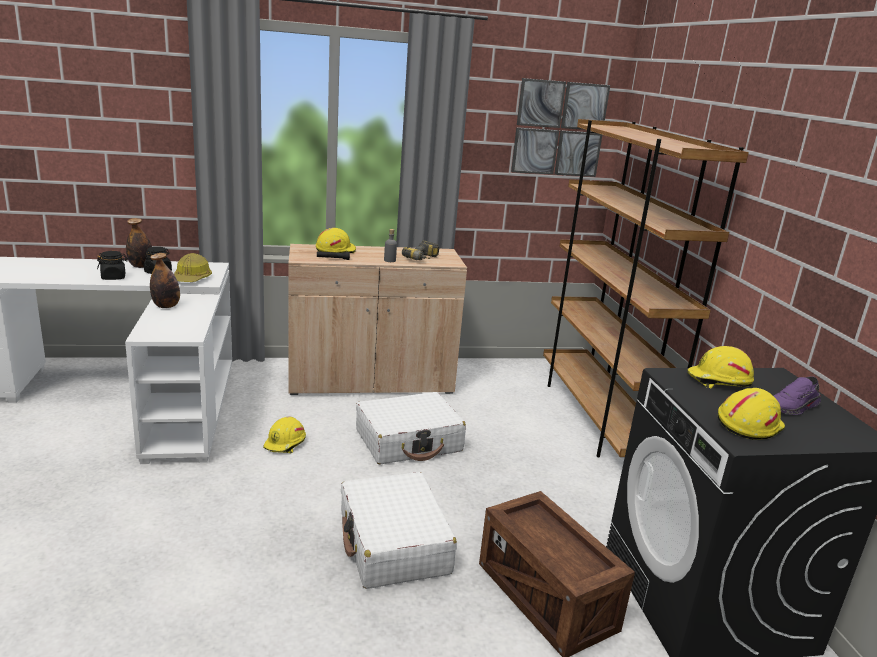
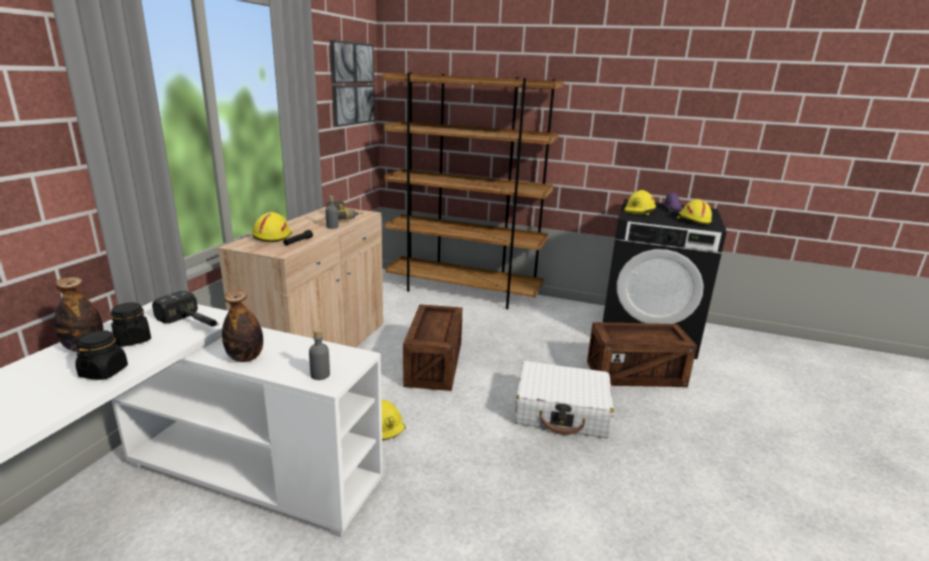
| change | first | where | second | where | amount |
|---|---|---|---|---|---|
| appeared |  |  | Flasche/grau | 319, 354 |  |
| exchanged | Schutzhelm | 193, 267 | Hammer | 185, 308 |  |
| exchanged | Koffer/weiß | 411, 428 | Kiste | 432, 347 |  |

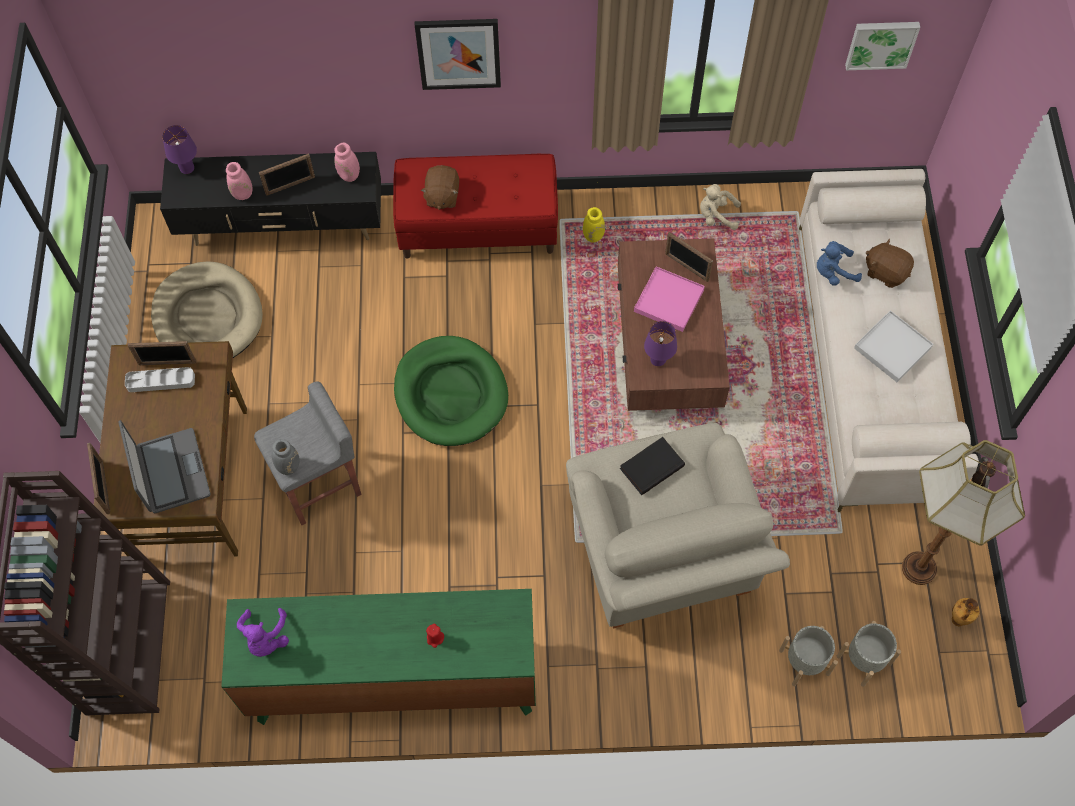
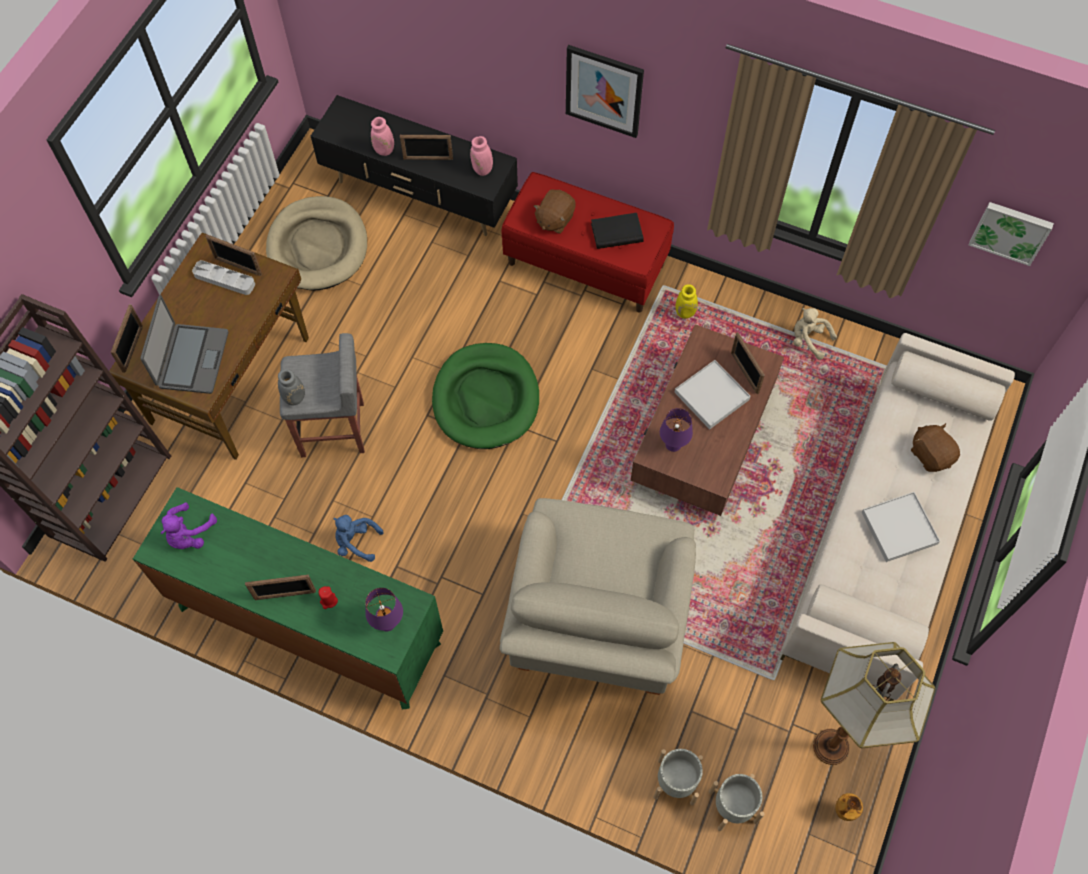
| change | first | where | second | where | amount |
|---|---|---|---|---|---|
| appeared |  |  | Bilderrahmen | 280, 587 |  |
| relocated | Tischlampe/lila | 179, 149 |  | 384, 609 |  |
| relocated | Buch/schwarz | 652, 466 |  | 617, 231 |  |
| relocated | Plüschtier/blau | 839, 263 |  | 358, 538 |  |
| colour | Tablett/rosa | 669, 299 | Tablett/weiß | 712, 394 |  |

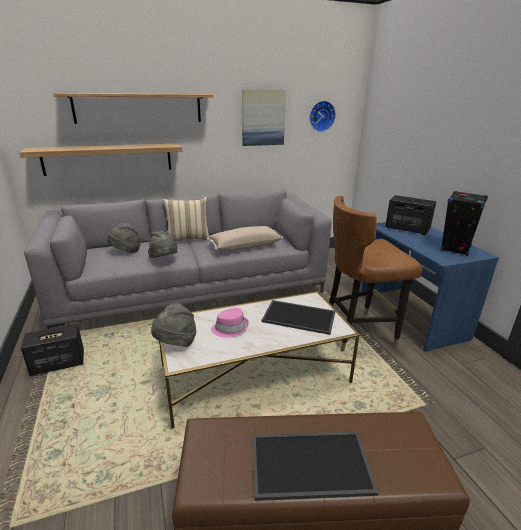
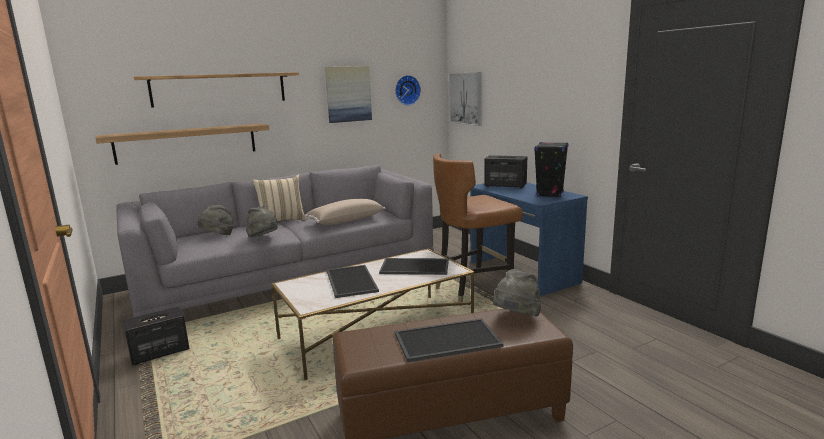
| change | first | where | second | where | amount |
|---|---|---|---|---|---|
| appeared |  |  | Bild | 465, 99 |  |
| relocated | Hut/grau | 174, 325 |  | 517, 293 |  |
| exchanged | Hut/rosa | 230, 323 | Tablett | 353, 281 |  |

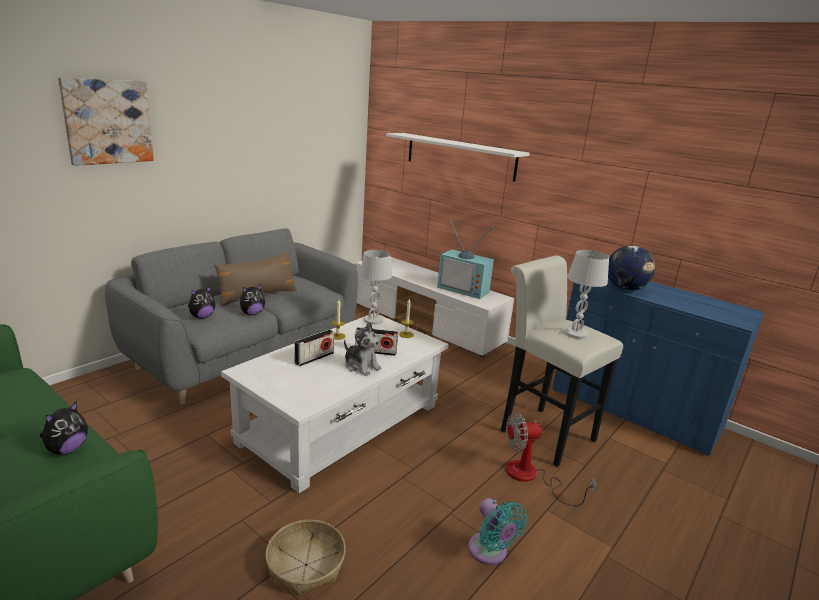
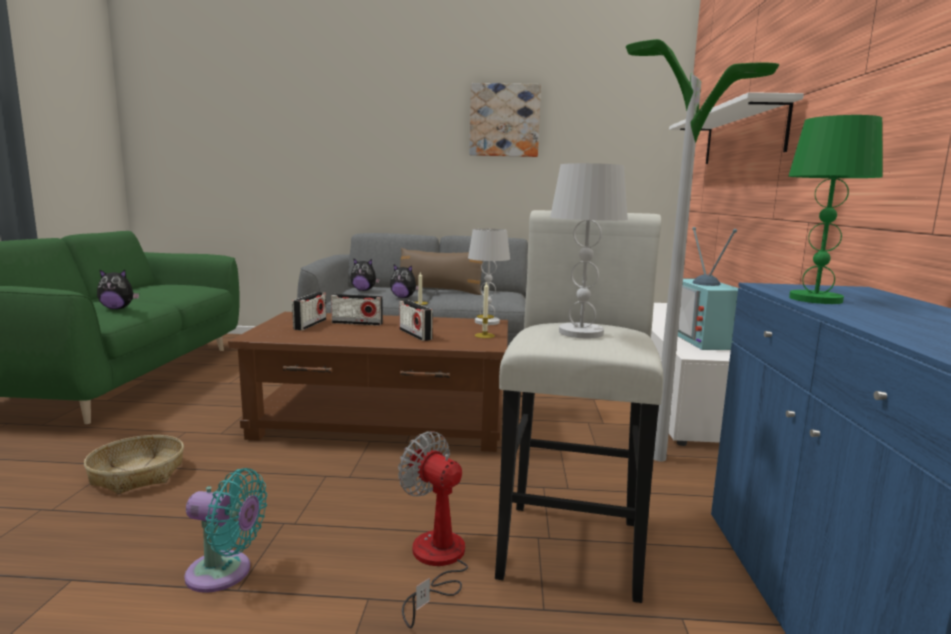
| change | first | where | second | where | amount |
|---|---|---|---|---|---|
| missing | Plüschtier | 363, 349 |  |  |  |
| appeared |  |  | Radio | 309, 311 |  |
| appeared |  |  | Stehlampe | 702, 250 |  |
| relocated | Bild | 106, 121 |  | 505, 120 |  |
| exchanged | Globus | 631, 268 | Tischlampe/grün | 835, 209 |  |
| colour | Couchtisch/weiß | 335, 403 | Couchtisch/braun | 368, 382 |  |
| spun | Ventilator/türkis | 498, 531 |  | 225, 530 | 105 degrees counterclockwise |

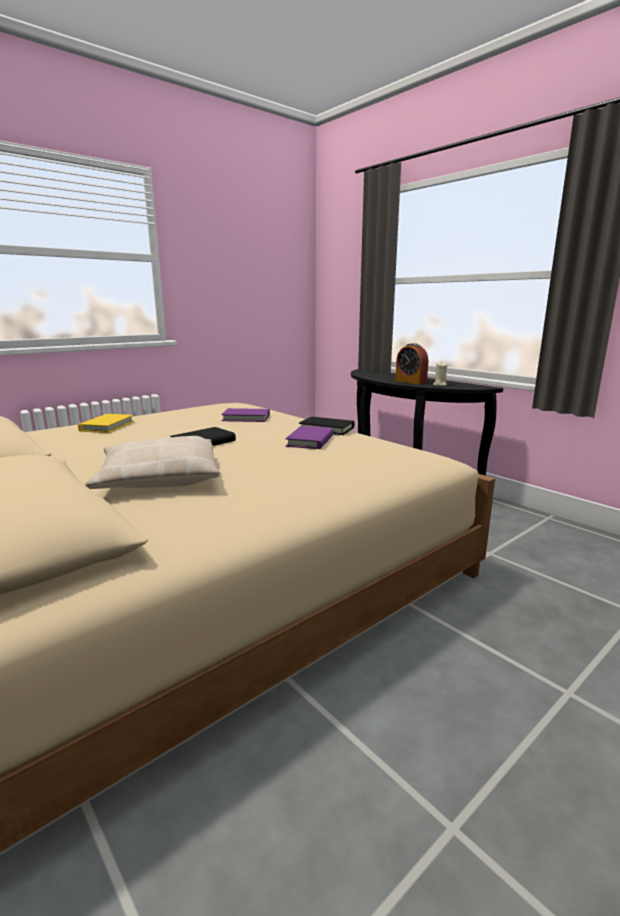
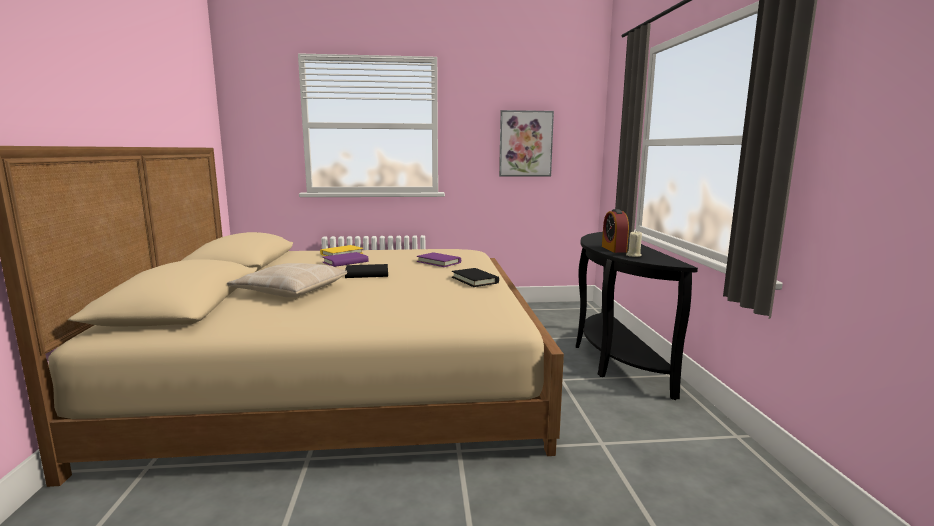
| change | first | where | second | where | amount |
|---|---|---|---|---|---|
| appeared |  |  | Bild | 526, 143 |  |
| relocated | Buch/lila | 310, 437 |  | 345, 259 |  |

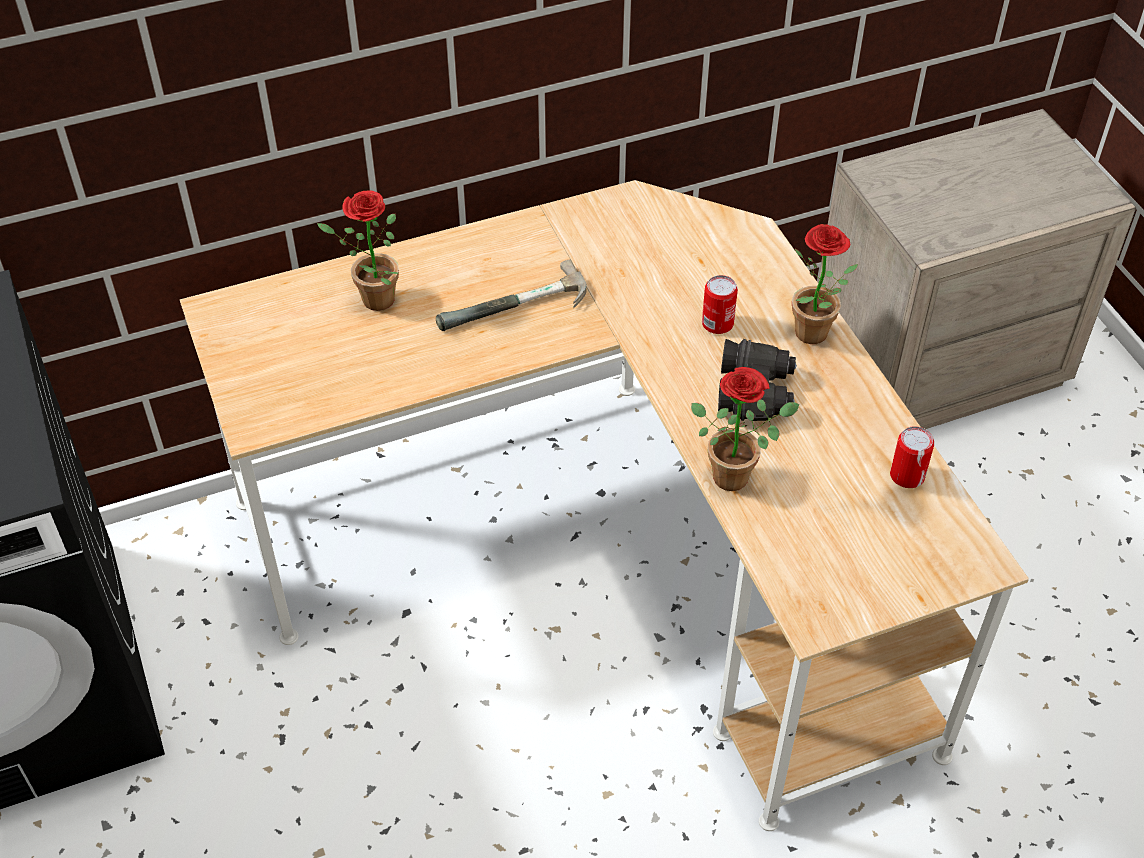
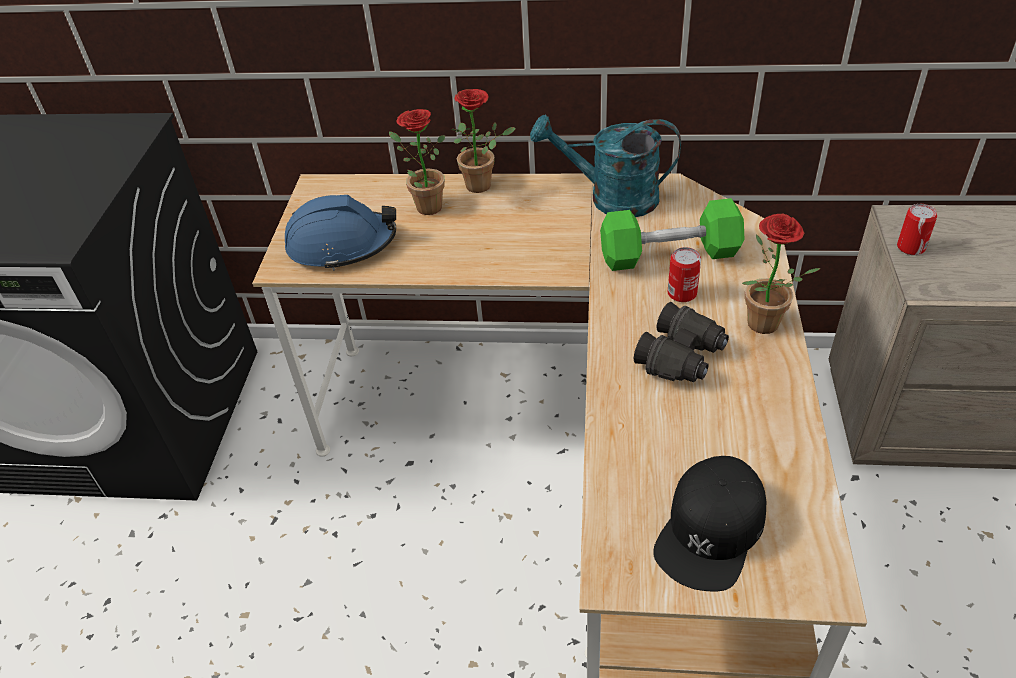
| change | first | where | second | where | amount |
|---|---|---|---|---|---|
| missing | Hammer | 511, 295 |  |  |  |
| appeared |  |  | Schutzhelm/blau | 340, 233 |  |
| appeared |  |  | Gießkanne/türkis | 605, 165 |  |
| appeared |  |  | Hantel/grün | 672, 234 |  |
| appeared |  |  | Kappe/schwarz | 709, 523 |  |
| relocated | Topfpflanze | 745, 429 |  | 483, 141 |  |
| relocated | Dose | 912, 457 |  | 917, 229 |  |

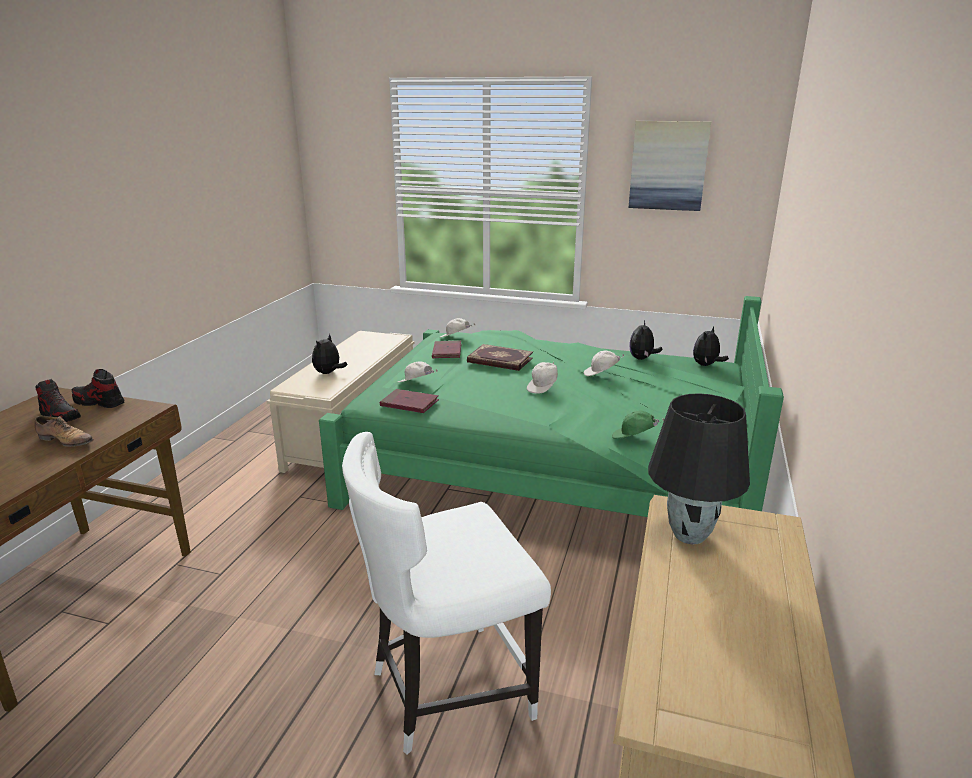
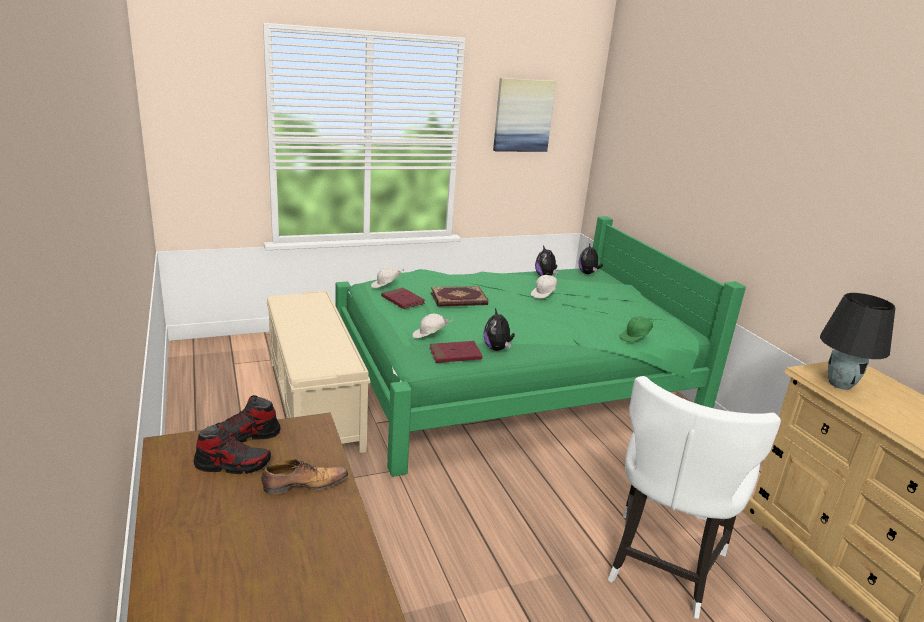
| change | first | where | second | where | amount |
|---|---|---|---|---|---|
| missing | Kappe/weiß | 542, 377 |  |  |  |
| relocated | Plüschtier | 329, 354 |  | 499, 329 |  |

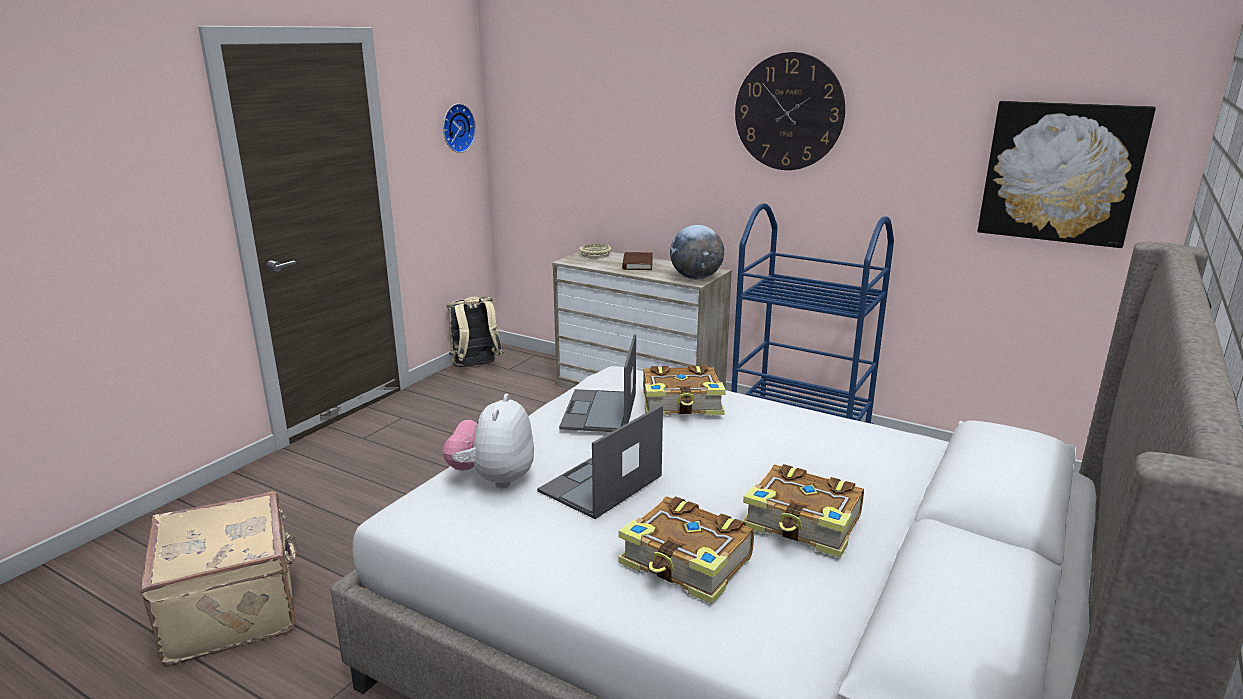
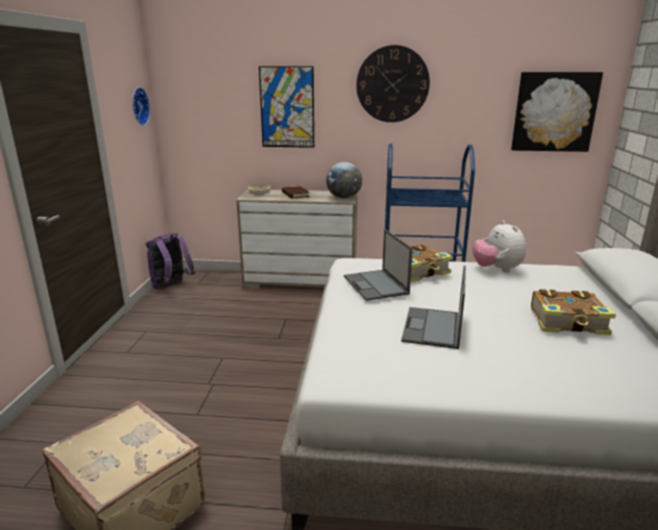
| change | first | where | second | where | amount |
|---|---|---|---|---|---|
| missing | Buch | 686, 550 |  |  |  |
| appeared |  |  | Bild | 286, 107 |  |
| relocated | Plüschtier | 488, 441 |  | 499, 246 |  |
| colour | Rucksack/beige | 475, 332 | Rucksack/lila | 171, 261 |  |

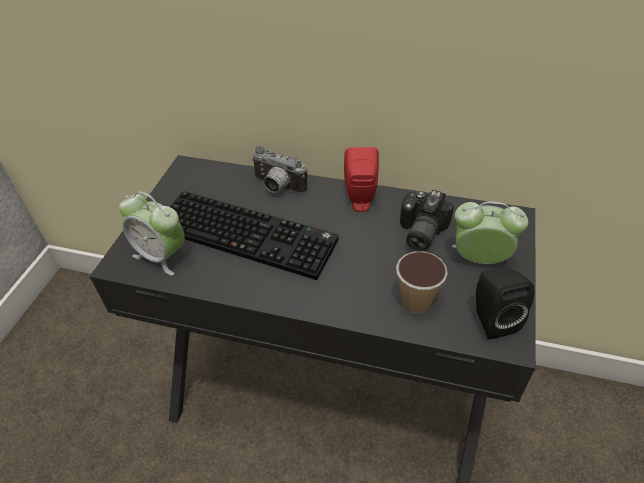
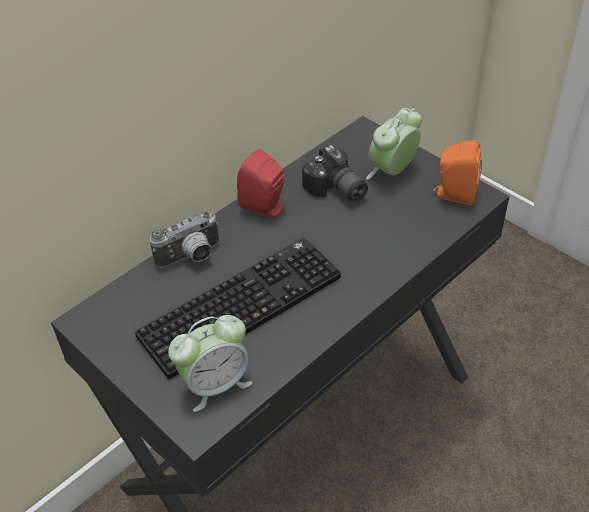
| change | first | where | second | where | amount |
|---|---|---|---|---|---|
| missing | Tasse | 422, 282 |  |  |  |
| colour | Lautsprecher/schwarz | 505, 302 | Lautsprecher/orange | 457, 172 |  |

